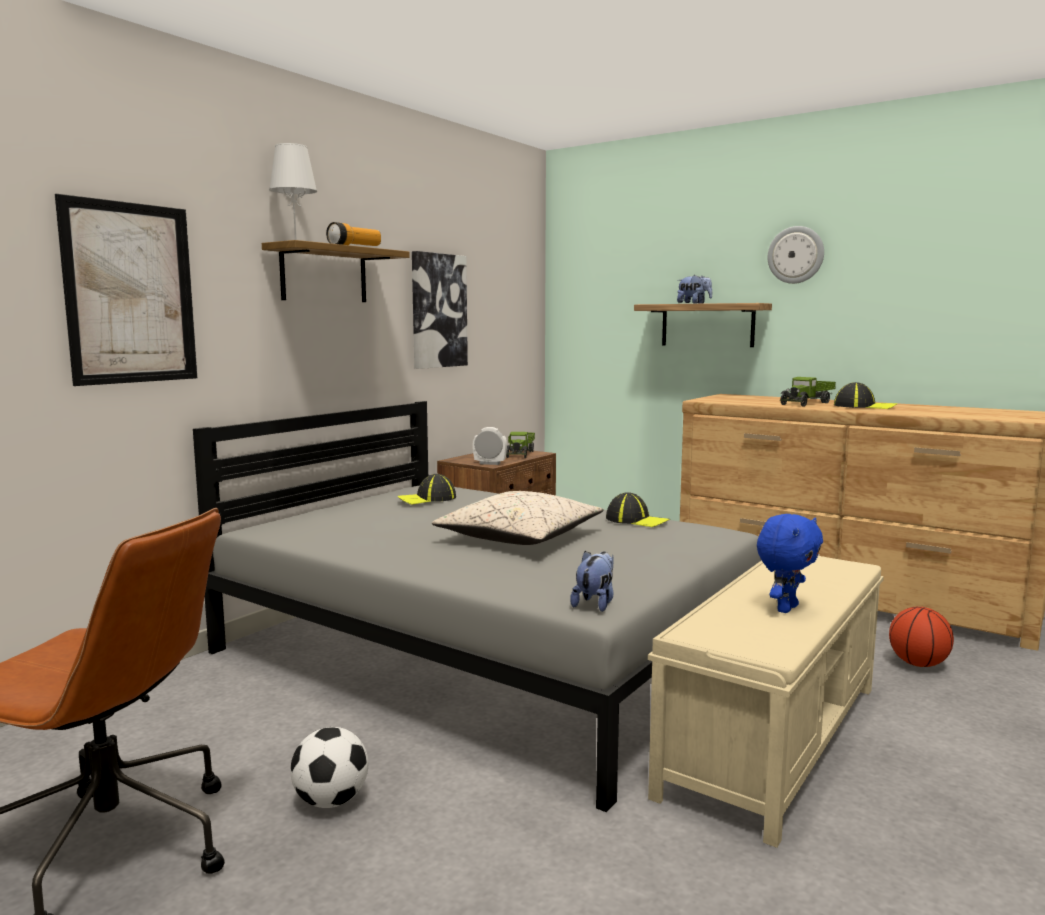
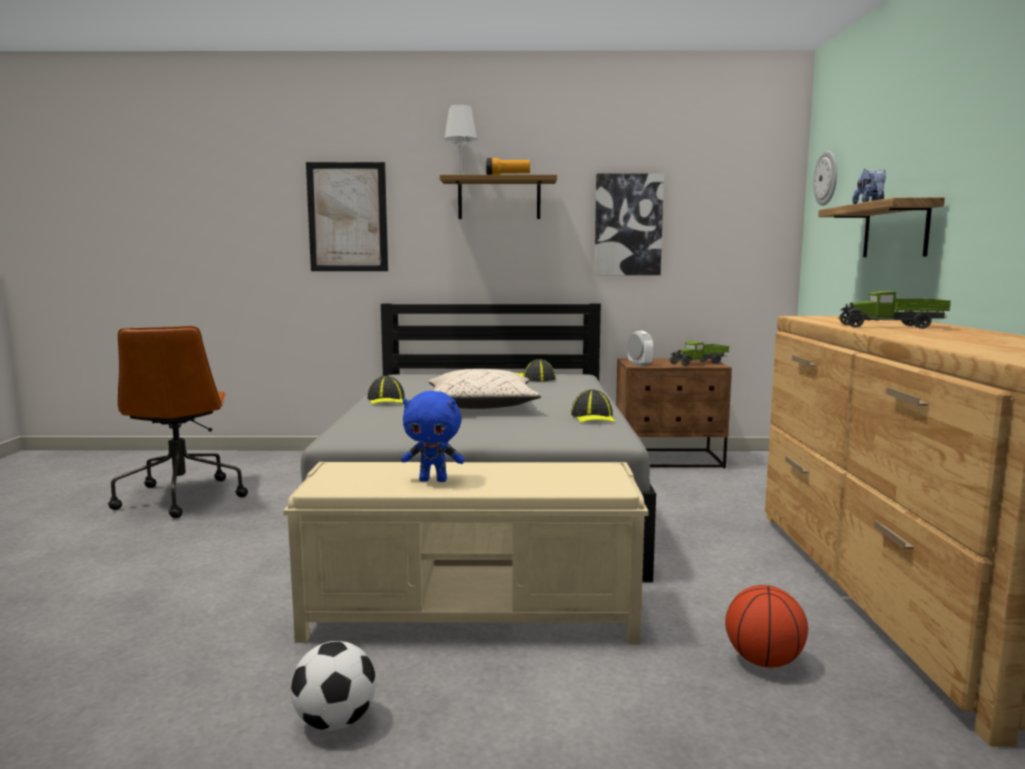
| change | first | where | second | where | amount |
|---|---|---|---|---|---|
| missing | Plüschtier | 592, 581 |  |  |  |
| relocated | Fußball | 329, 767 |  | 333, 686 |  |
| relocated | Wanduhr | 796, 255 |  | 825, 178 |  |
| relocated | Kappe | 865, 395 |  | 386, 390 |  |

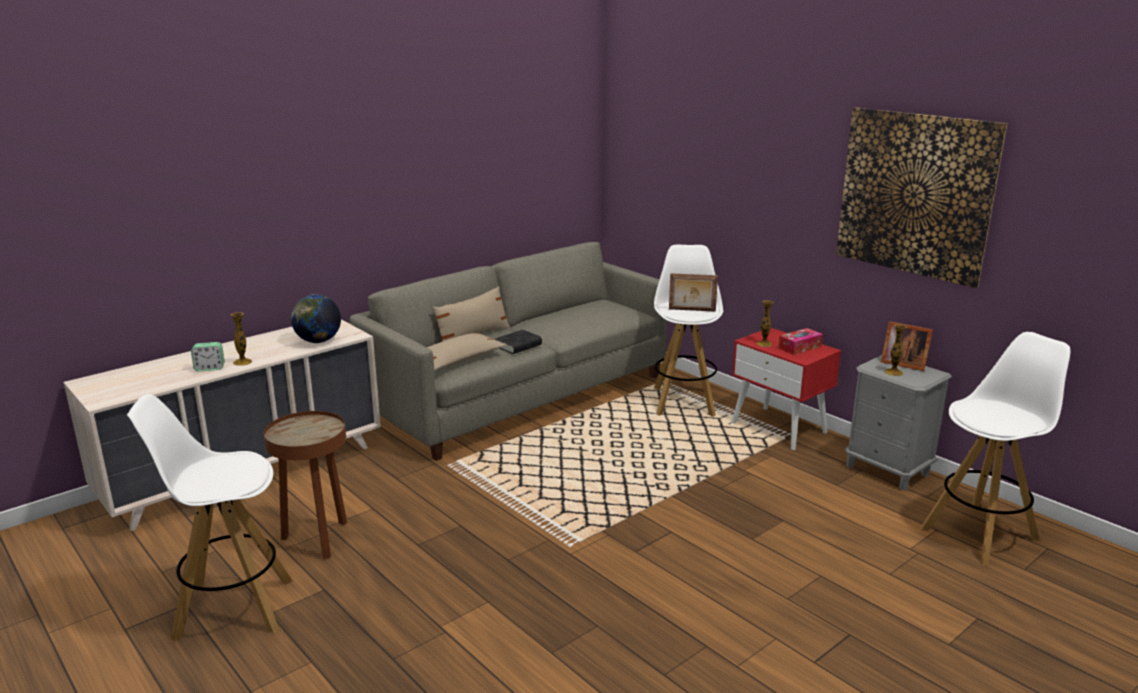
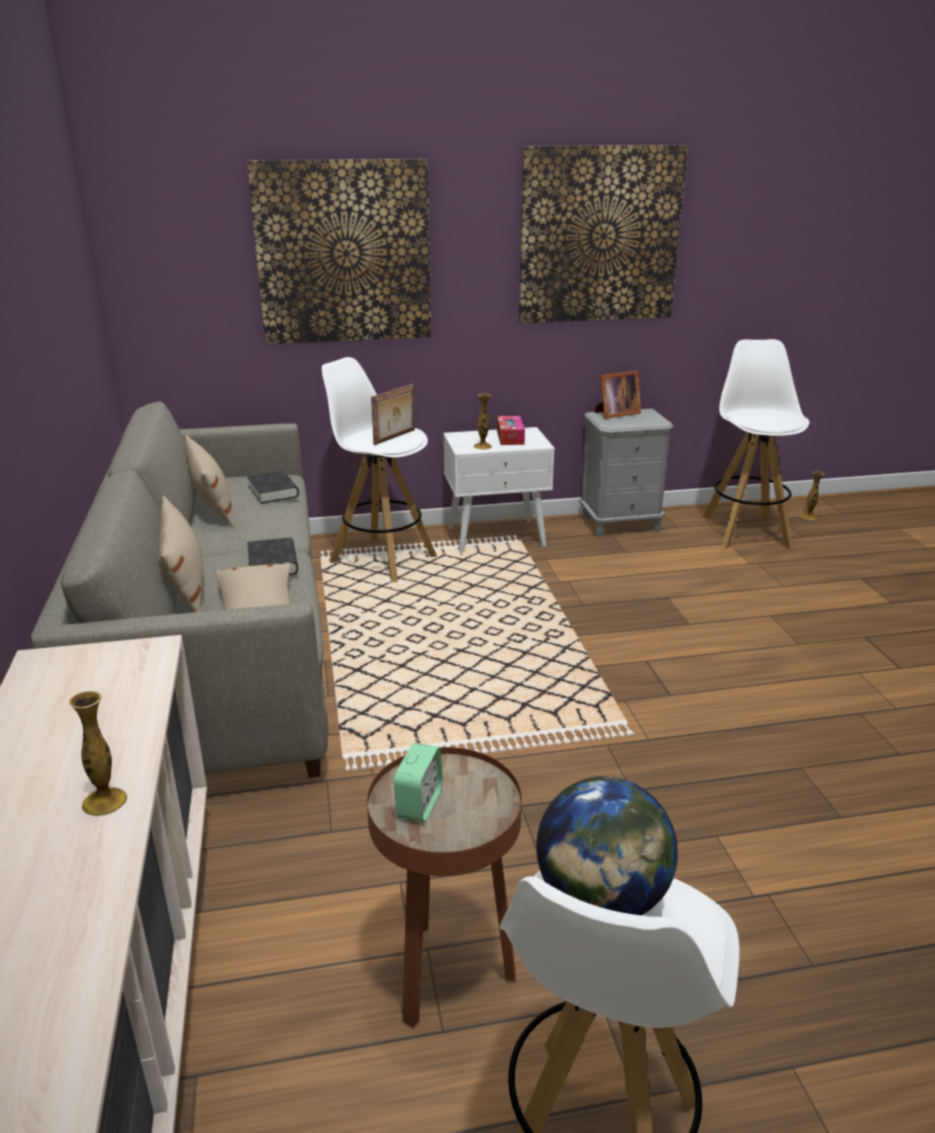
| change | first | where | second | where | amount |
|---|---|---|---|---|---|
| appeared |  |  | Kissen/beige | 210, 481 |  |
| appeared |  |  | Bild | 339, 251 |  |
| appeared |  |  | Buch/schwarz | 273, 487 |  |
| relocated | Wecker | 208, 356 |  | 418, 782 |  |
| relocated | Globus | 316, 318 |  | 607, 846 |  |
| relocated | Vase | 896, 350 |  | 812, 495 |  |
| colour | Nachttisch/rot | 786, 389 | Nachttisch/weiß | 499, 489 |  |

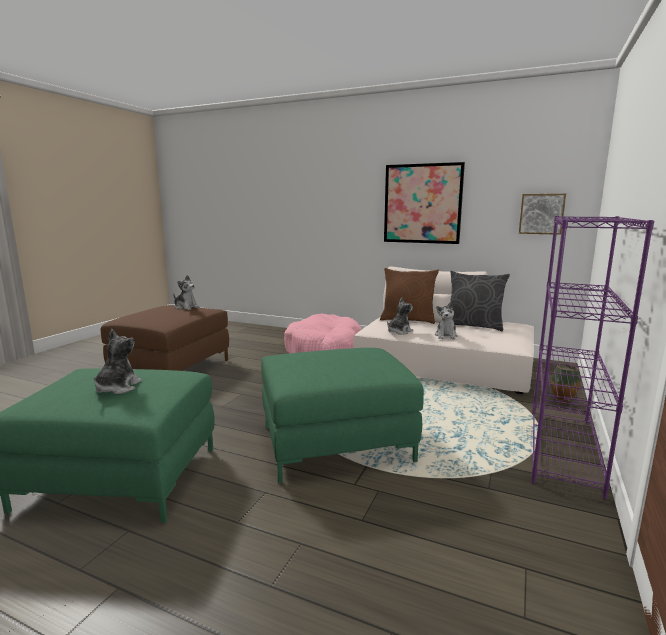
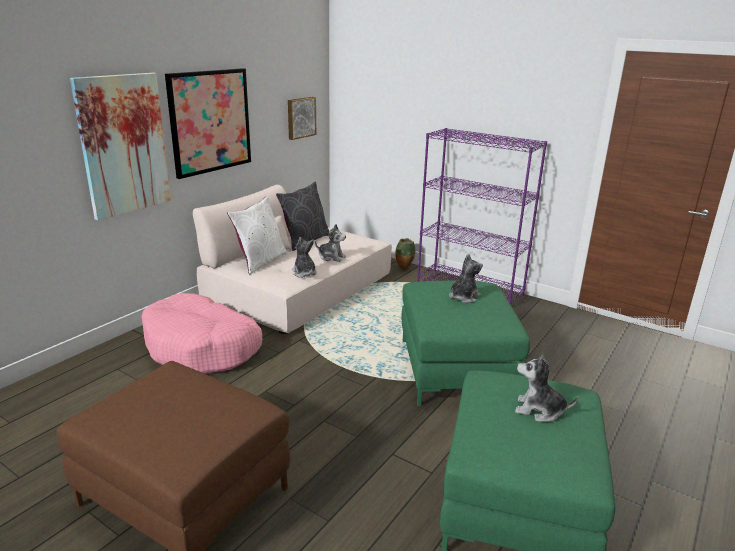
| change | first | where | second | where | amount |
|---|---|---|---|---|---|
| appeared |  |  | Bild | 120, 146 |  |
| relocated | Plüschtier | 186, 292 |  | 466, 278 |  |
| colour | Kissen/braun | 409, 296 | Kissen/weiß | 257, 235 |  |

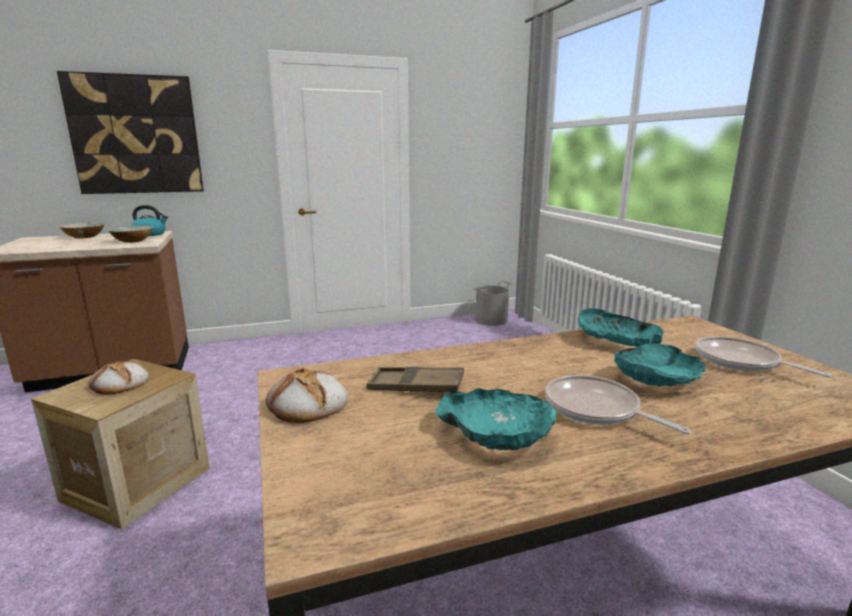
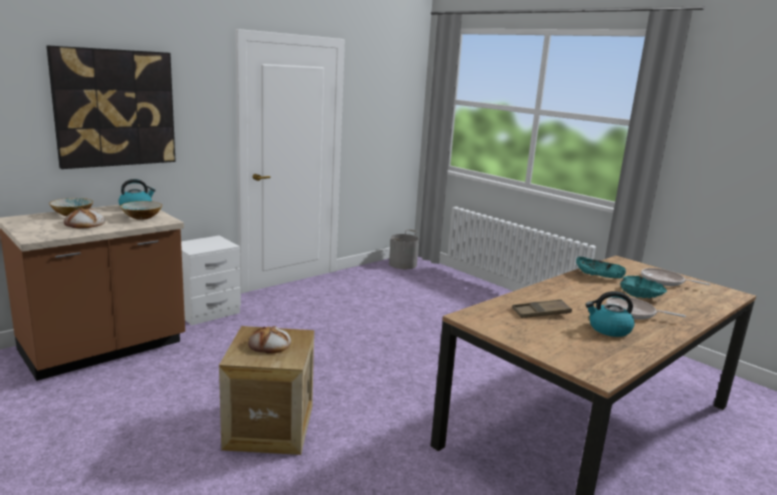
| change | first | where | second | where | amount |
|---|---|---|---|---|---|
| appeared |  |  | Nachttisch/weiß | 211, 280 |  |
| relocated | Brot | 306, 395 |  | 84, 218 |  |
| exchanged | Schüssel/türkis | 495, 419 | Wasserkessel | 610, 314 |  |

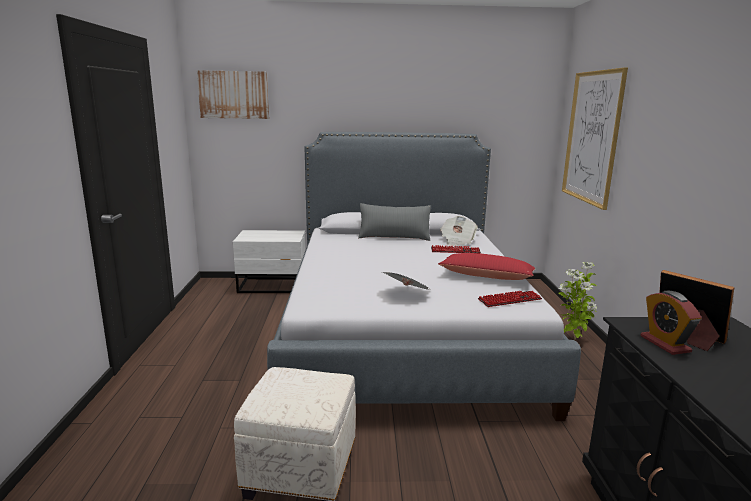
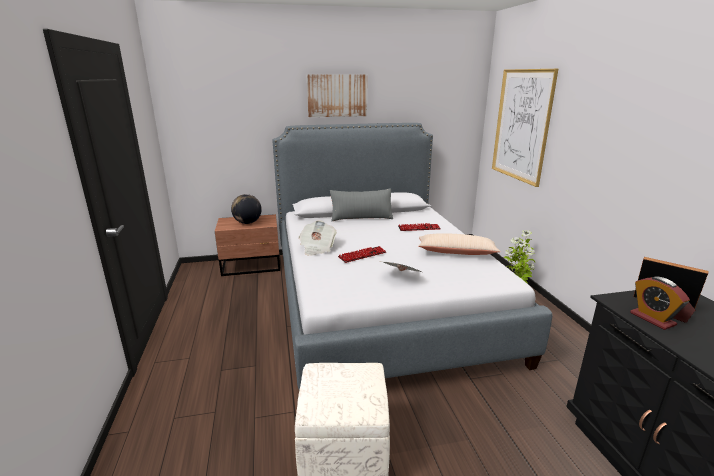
| change | first | where | second | where | amount |
|---|---|---|---|---|---|
| appeared |  |  | Globus | 246, 209 |  |
| relocated | Bild | 233, 94 |  | 337, 96 |  |
| relocated | Zeitung | 459, 231 |  | 318, 238 |  |
| relocated | Tastatur | 510, 299 |  | 362, 254 |  |
| colour | Nachttisch/weiß | 269, 261 | Nachttisch/braun | 247, 245 |  |
| colour | Kissen/rot | 486, 266 | Kissen/beige | 460, 244 |  |

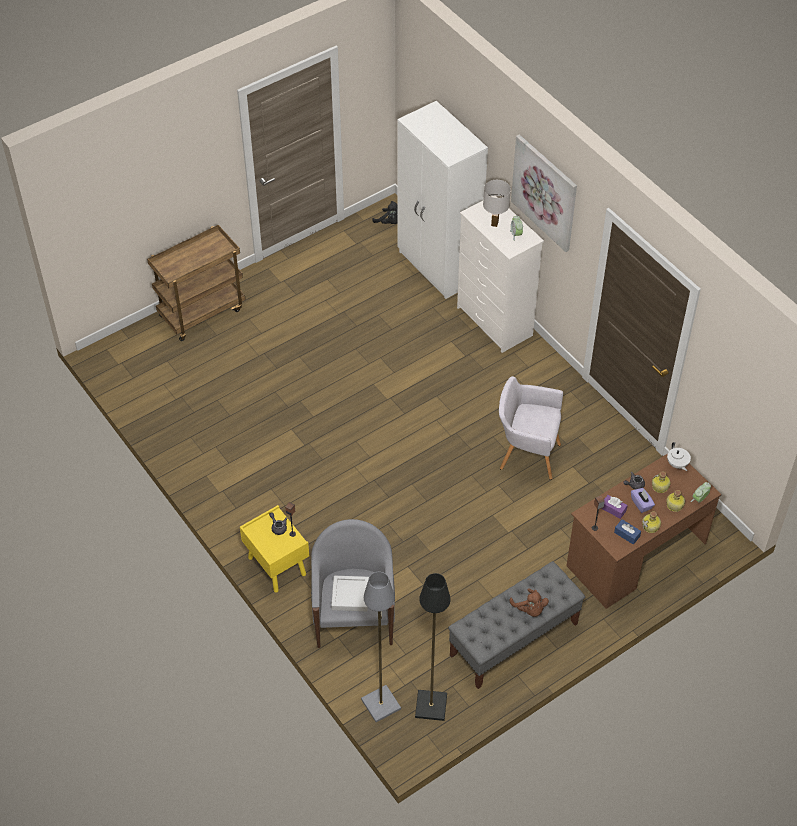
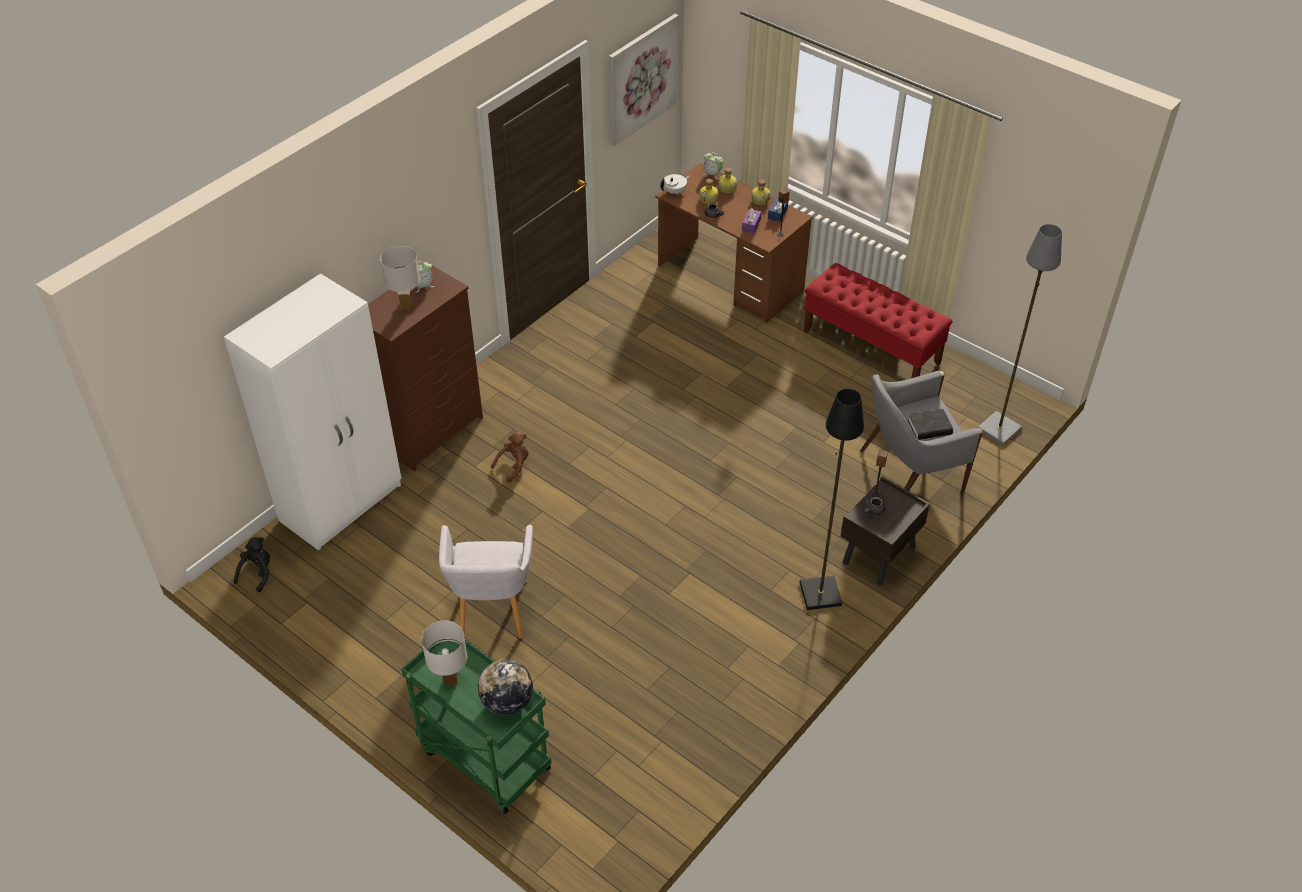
| change | first | where | second | where | amount |
|---|---|---|---|---|---|
| missing | Taschentuchbox/lila | 643, 500 |  |  |  |
| appeared |  |  | Tischlampe/weiß | 444, 653 |  |
| appeared |  |  | Globus | 505, 687 |  |
| relocated | Stehlampe/schwarz | 433, 647 |  | 832, 499 |  |
| relocated | Sessel/grau | 531, 428 |  | 486, 582 |  |
| relocated | Plüschtier/braun | 529, 602 |  | 510, 457 |  |
| relocated | Bild | 544, 193 |  | 644, 80 |  |
| exchanged | Tablett/grau | 350, 593 | Buch/schwarz | 930, 424 |  |
| colour | Rollwagen/braun | 196, 283 | Rollwagen/grün | 476, 727 |  |
| colour | Nachttisch/gelb | 274, 549 | Nachttisch/braun | 885, 531 |  |
| colour | Bank/grau | 516, 625 | Bank/rot | 878, 320 |  |
| colour | Kommode/weiß | 500, 274 | Kommode/braun | 425, 368 |  |

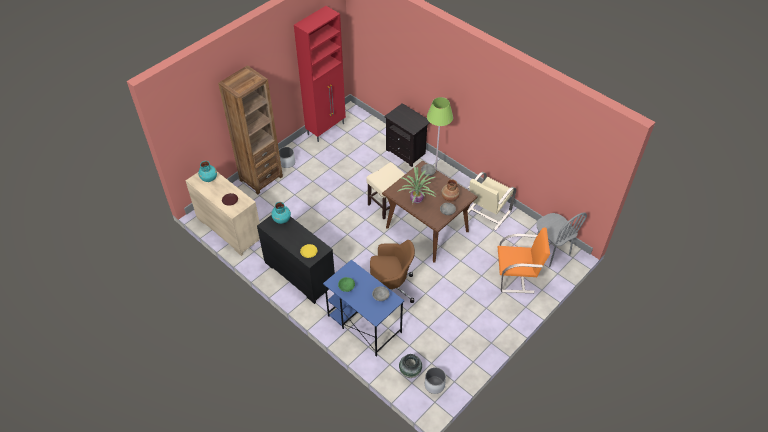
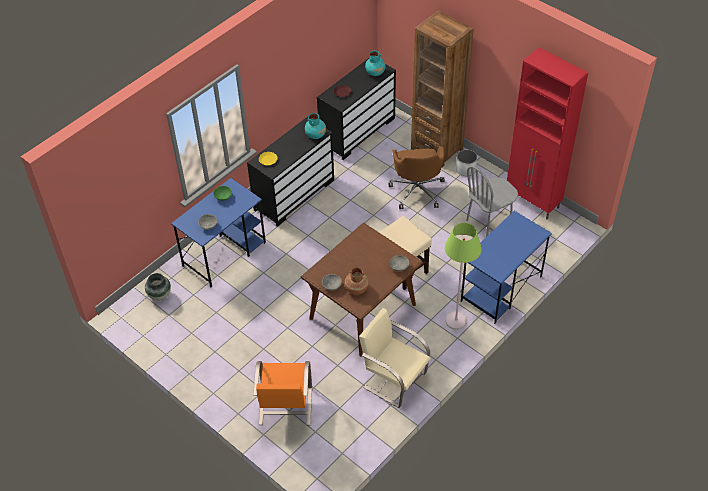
| change | first | where | second | where | amount |
|---|---|---|---|---|---|
| missing | Topfpflanze | 417, 185 |  |  |  |
| missing | Pflanzkübel/weiß | 435, 380 |  |  |  |
| relocated | Bürostuhl/braun | 392, 271 |  | 416, 178 |  |
| relocated | Stuhl/grau | 562, 239 |  | 492, 201 |  |
| exchanged | Nachttisch/schwarz | 407, 135 | Schreibtisch/blau | 506, 267 |  |
| colour | Kommode/beige | 223, 214 | Kommode/schwarz | 356, 109 |  |

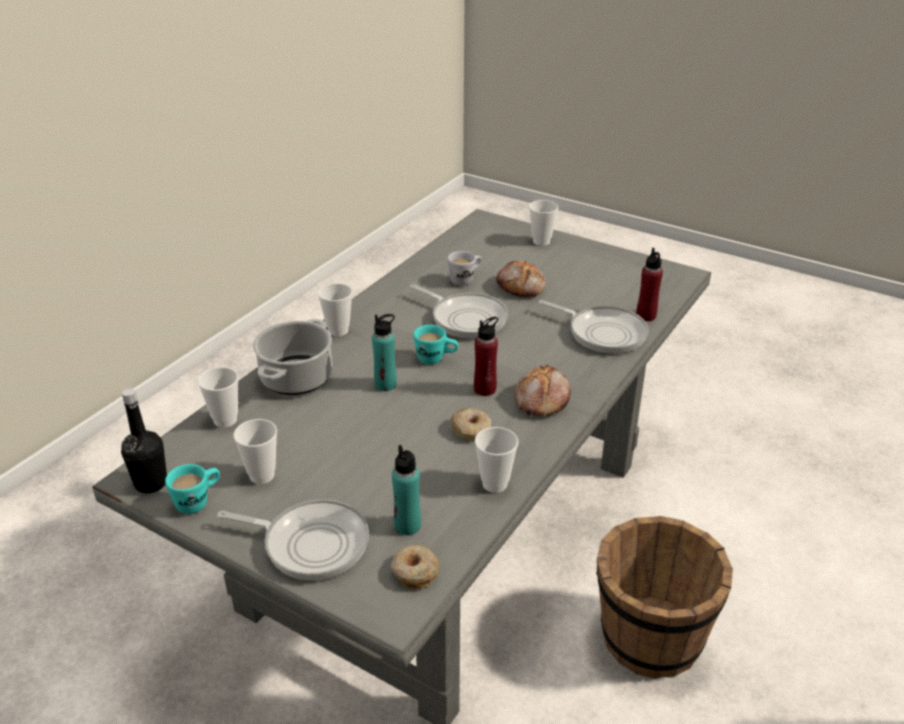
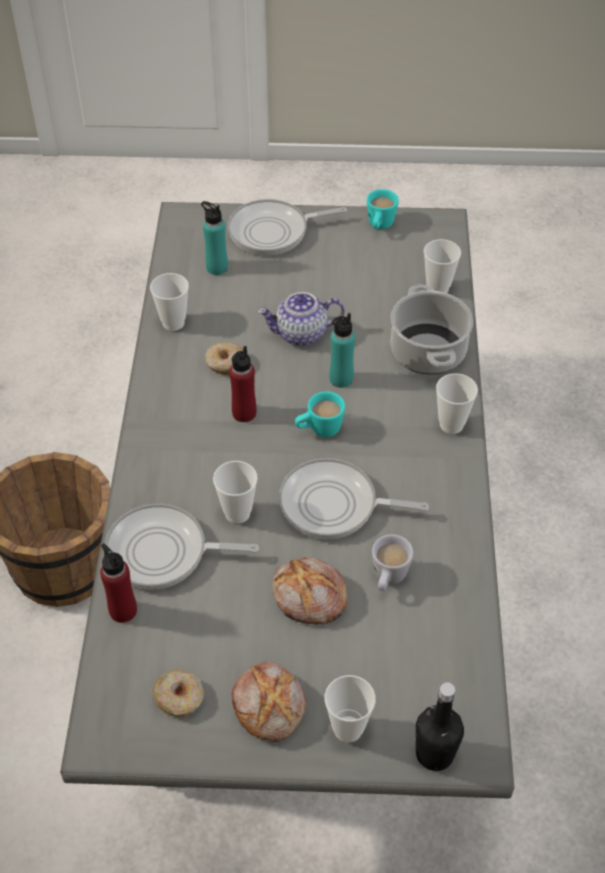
| change | first | where | second | where | amount |
|---|---|---|---|---|---|
| appeared |  |  | Teekanne | 301, 319 |  |
| relocated | Flasche/schwarz | 144, 440 |  | 439, 726 |  |
| relocated | Tasse | 255, 451 |  | 235, 492 |  |
| relocated | Donut | 415, 567 |  | 178, 693 |  |
| relocated | Brot | 542, 390 |  | 269, 702 |  |

